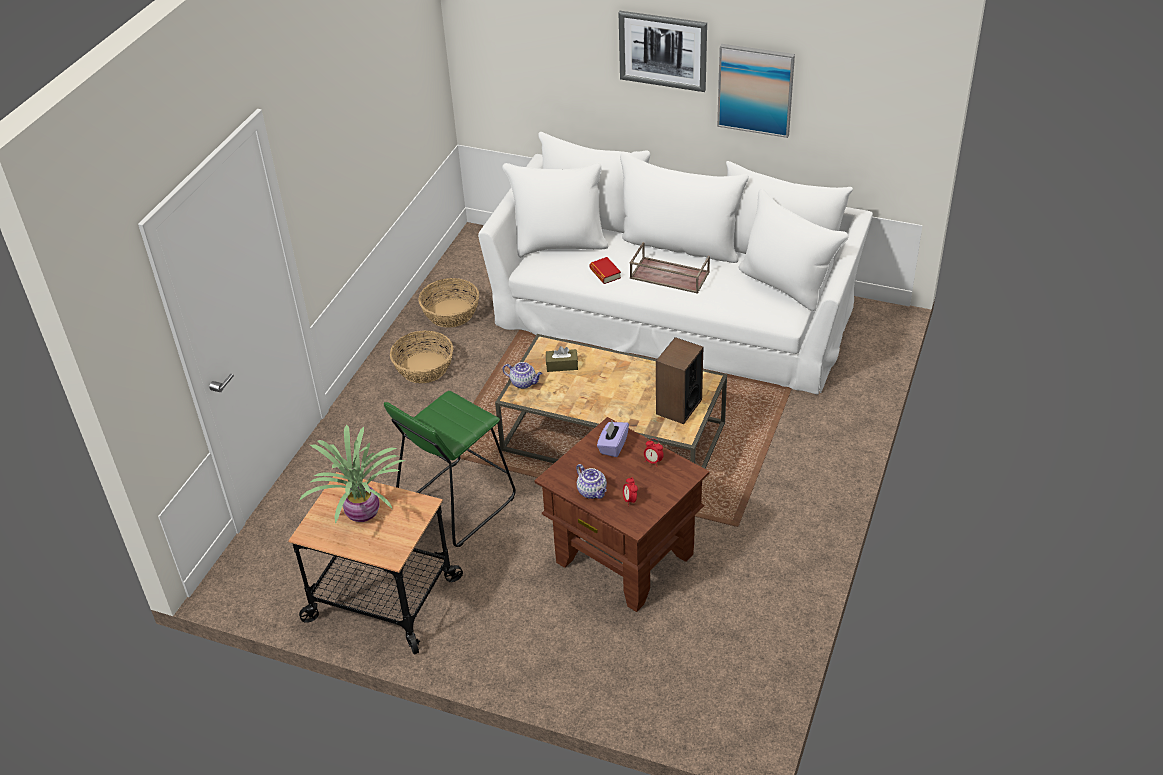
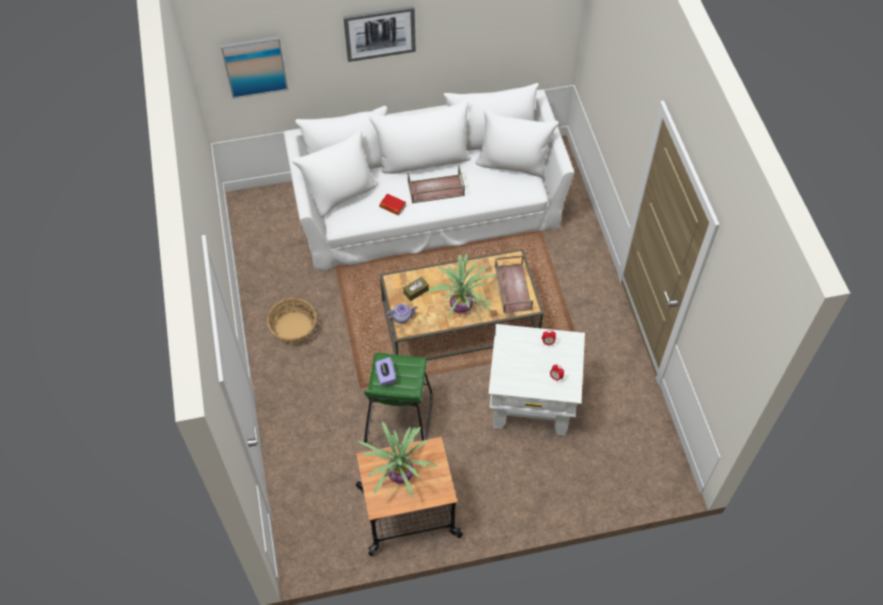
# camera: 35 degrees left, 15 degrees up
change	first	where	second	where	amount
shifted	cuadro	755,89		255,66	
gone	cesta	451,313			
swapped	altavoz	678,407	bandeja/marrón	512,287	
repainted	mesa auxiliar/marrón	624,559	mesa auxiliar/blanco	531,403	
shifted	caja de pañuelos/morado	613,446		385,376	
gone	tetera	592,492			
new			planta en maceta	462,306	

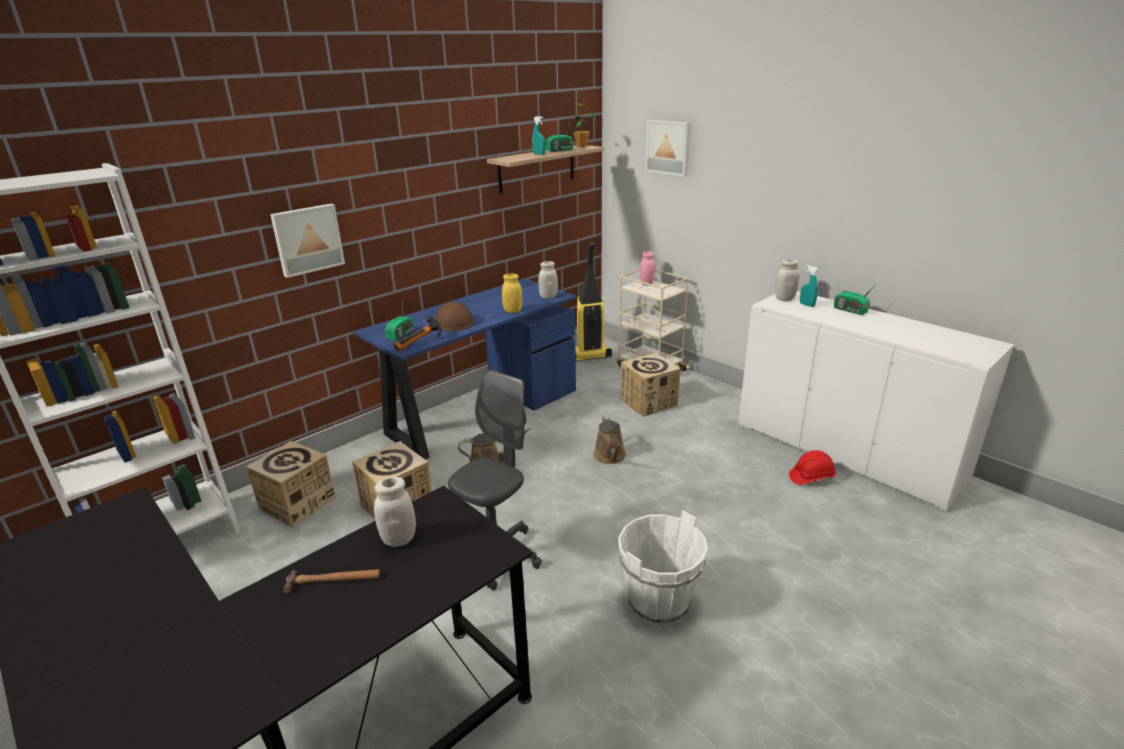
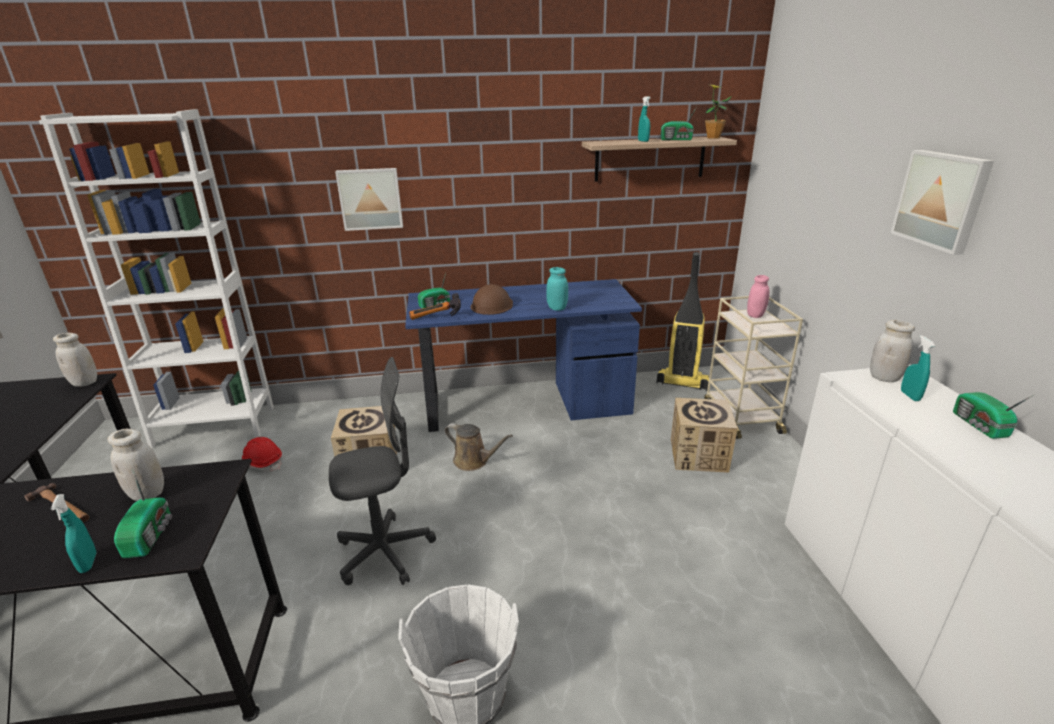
# camera: 35 degrees right, 0 degrees up
change	first	where	second	where	amount
shifted	cuadro	669,147		942,200	
shifted	tarro/blanco	548,297		84,383	
repainted	tarro/amarillo	513,311	tarro/turquesa	557,308	
gone	regadera/marrón	610,457			
gone	caja de cartón	297,504			
shifted	casco/rojo	811,477		262,463	
new			radio	150,535	
new			pulverizador/turquesa	88,563	

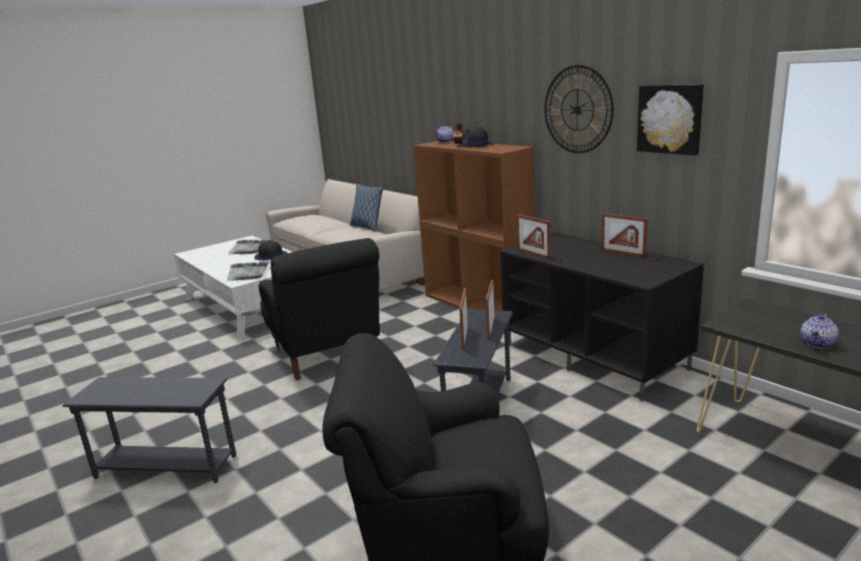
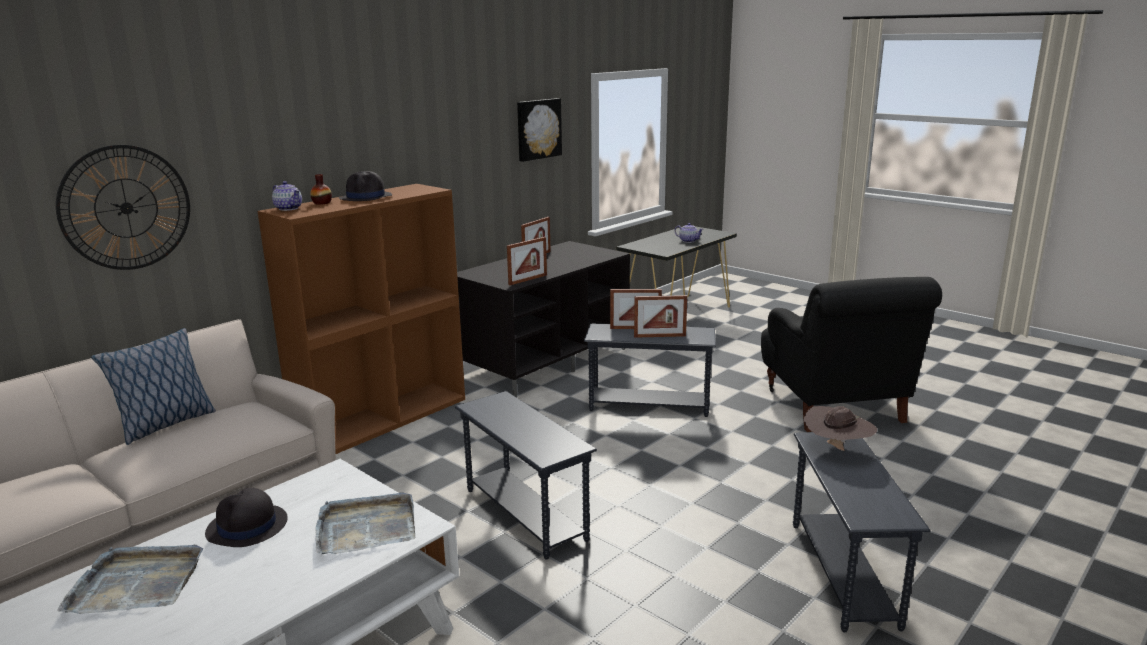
# camera: 100 degrees left, 0 degrees up
change	first	where	second	where	amount
shifted	reloj de pared	577,110		126,208	
swapped	sillón/negro	327,353	mesa auxiliar/gris	526,514	
new			sombrero/marrón	837,449	

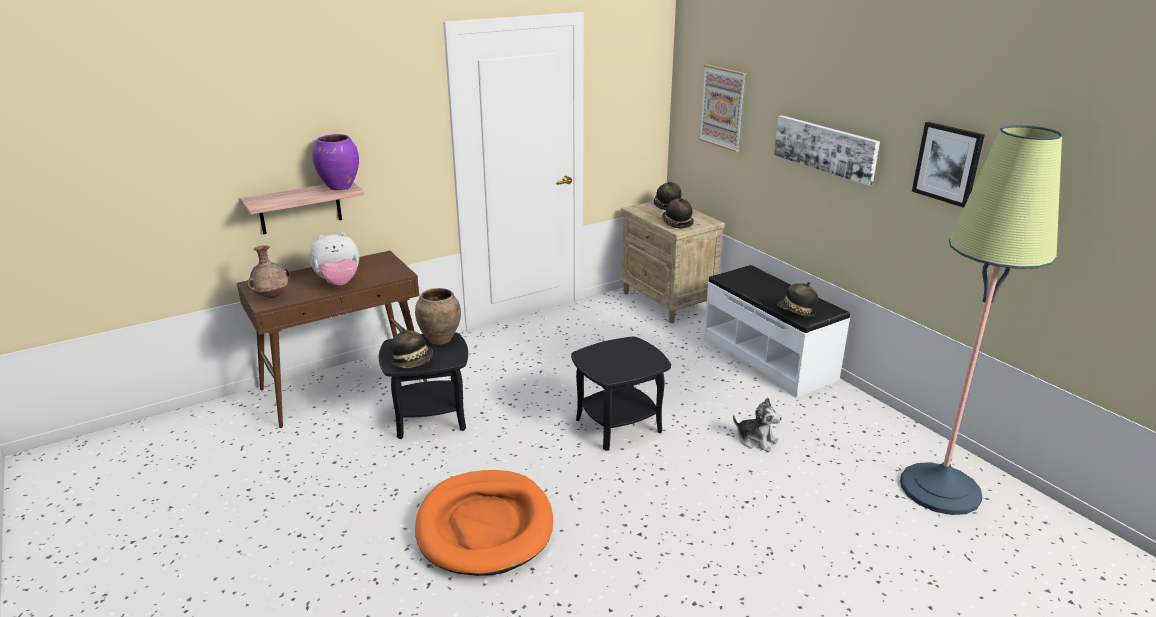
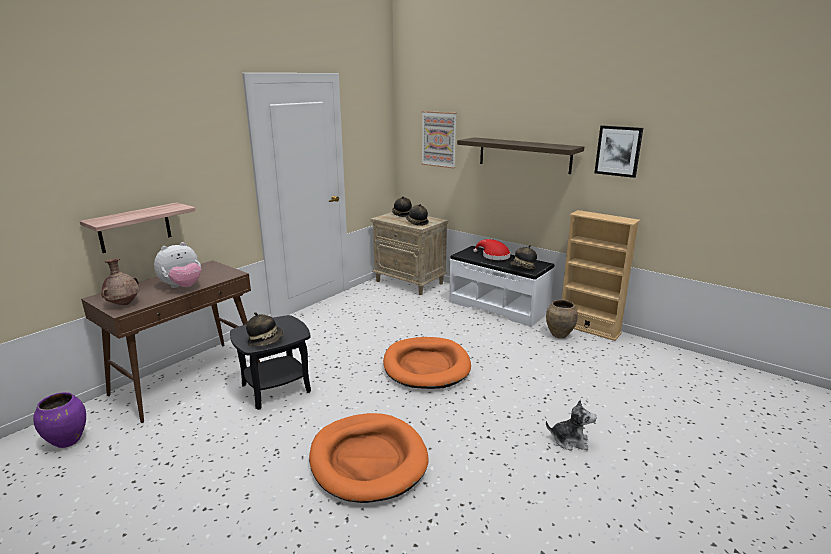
# camera: 20 degrees left, 5 degrees down
change	first	where	second	where	amount
swapped	cuadro	825,148	estante	524,155	
gone	lámpara de pie	940,489			
shifted	florero/morado	340,187		68,441	
shifted	florero/marrón	439,339		559,335	
swapped	mesa auxiliar/negro	618,425	cama para perro/naranja	426,366	
shifted	peluche	756,440		569,441	
new			estantería/beis	589,328	
new			sombrero/rojo	493,256	

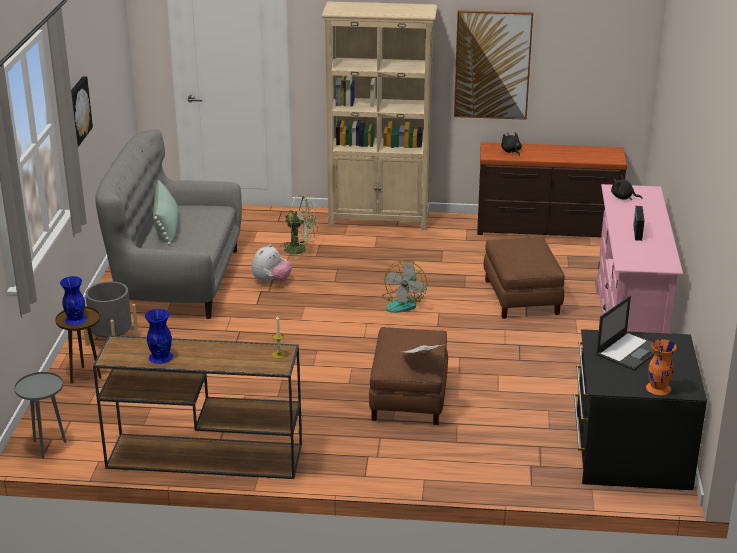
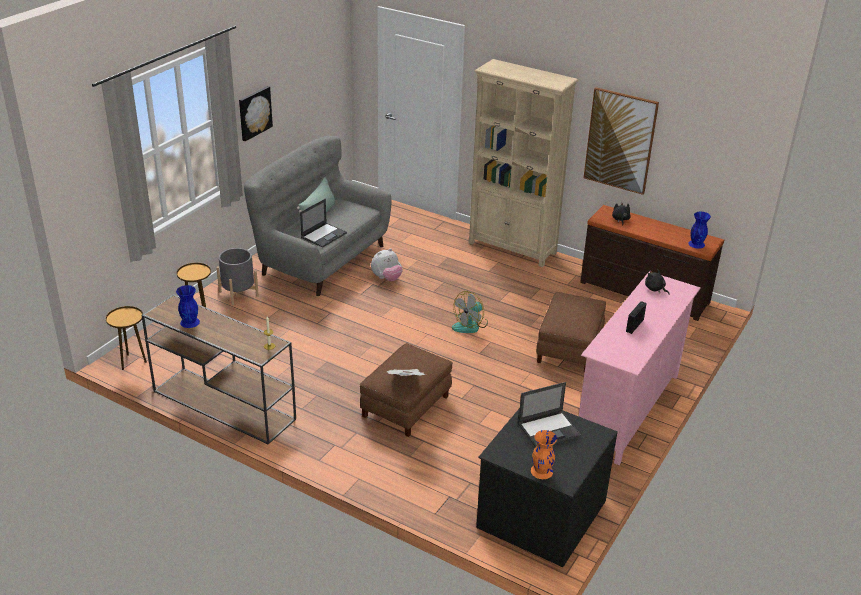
# camera: 25 degrees right, 5 degrees up
change	first	where	second	where	amount
gone	ventilador/verde	300,250			
shifted	florero/azul	75,319		696,244	
repainted	mesa auxiliar/gris	47,446	mesa auxiliar/marrón	132,362	
new			portátil	324,235	

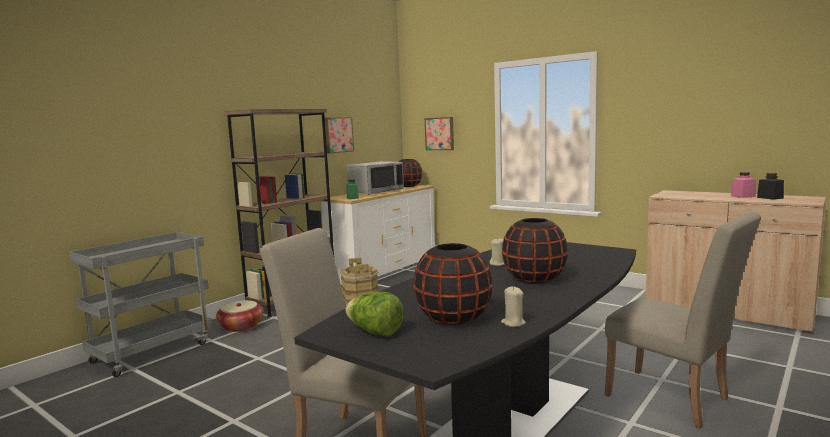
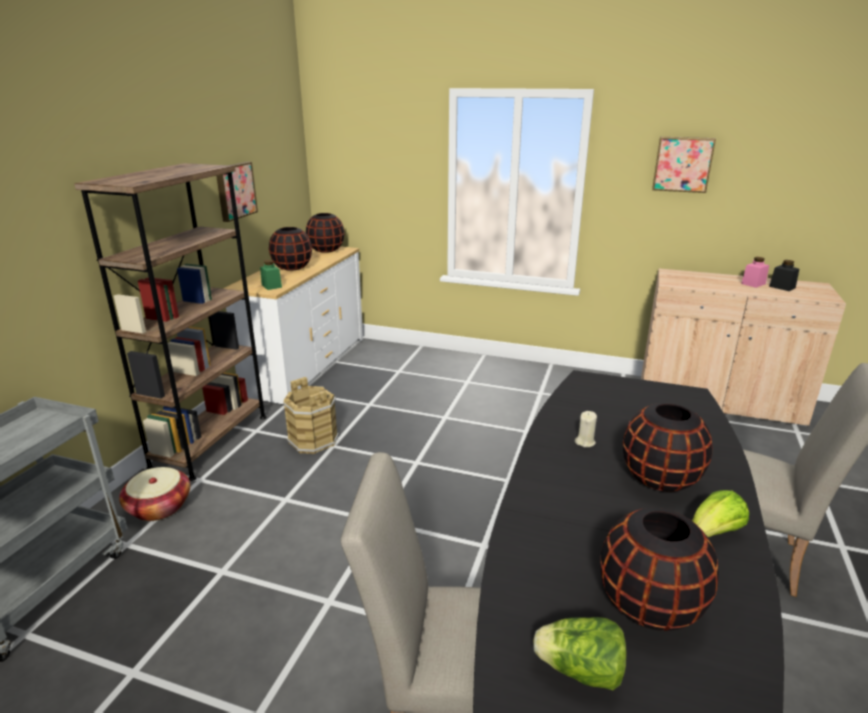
# camera: 20 degrees left, 15 degrees up
change	first	where	second	where	amount
shifted	cuadro	440,133		682,164	
swapped	microondas/gris	375,192	florero/negro	292,267	
gone	vela/beis	513,323			
new			lechuga	713,534	

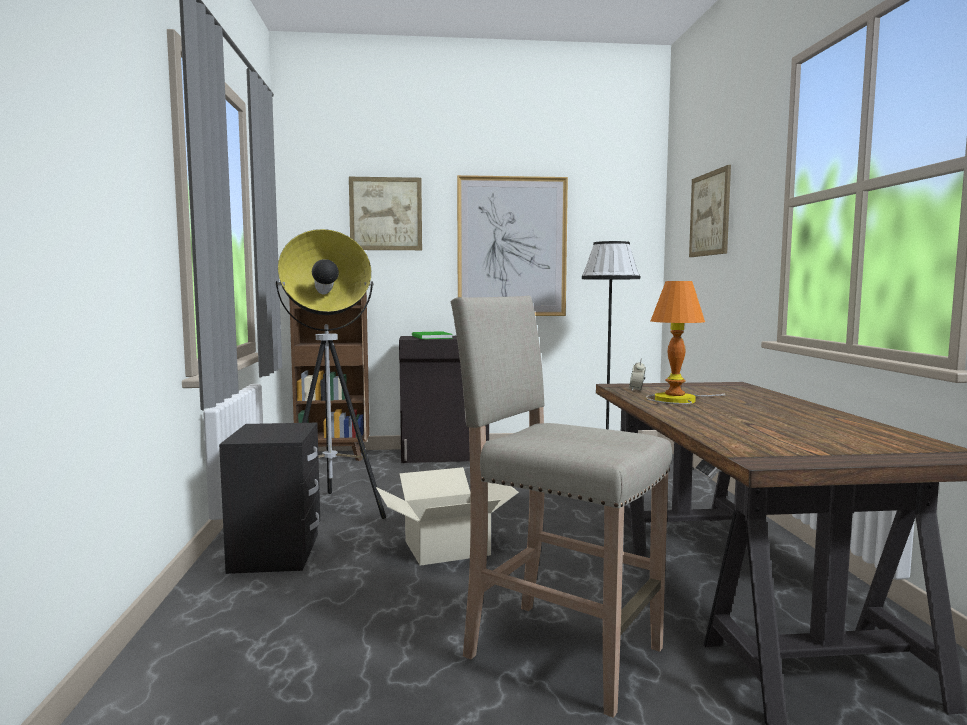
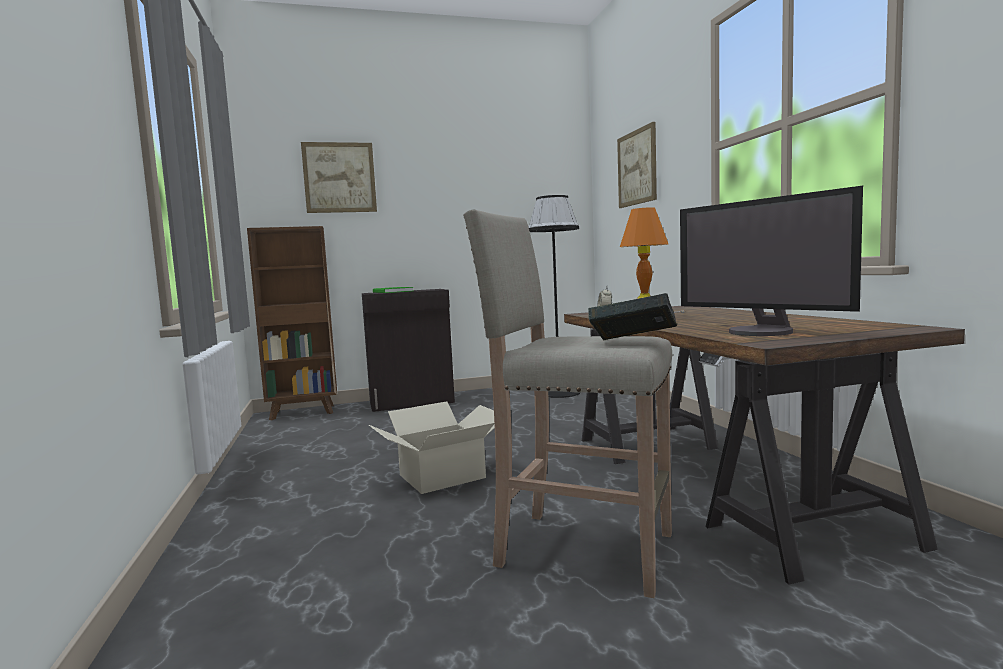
# camera: 10 degrees left, 0 degrees up
change	first	where	second	where	amount
gone	cuadro	512,247			
gone	lámpara de pie	332,511			
gone	mesita de noche/negro	276,553			
new			monitor	762,332	
new			libro	633,343	

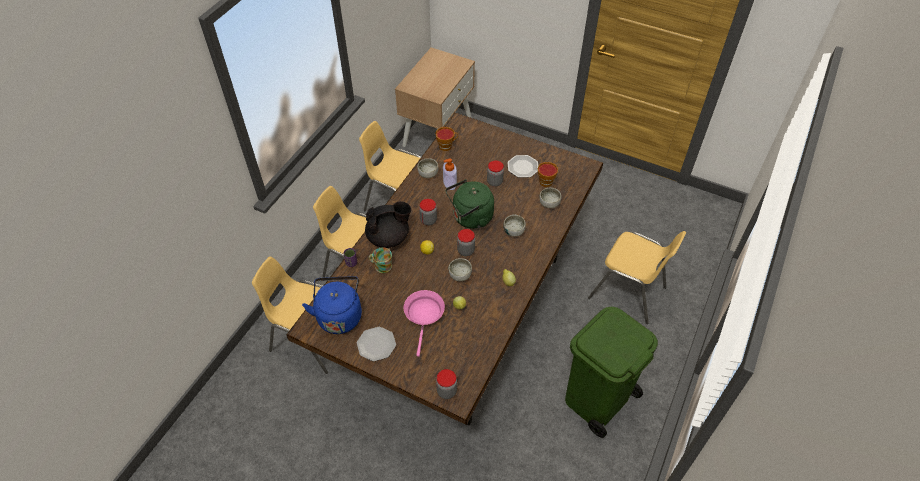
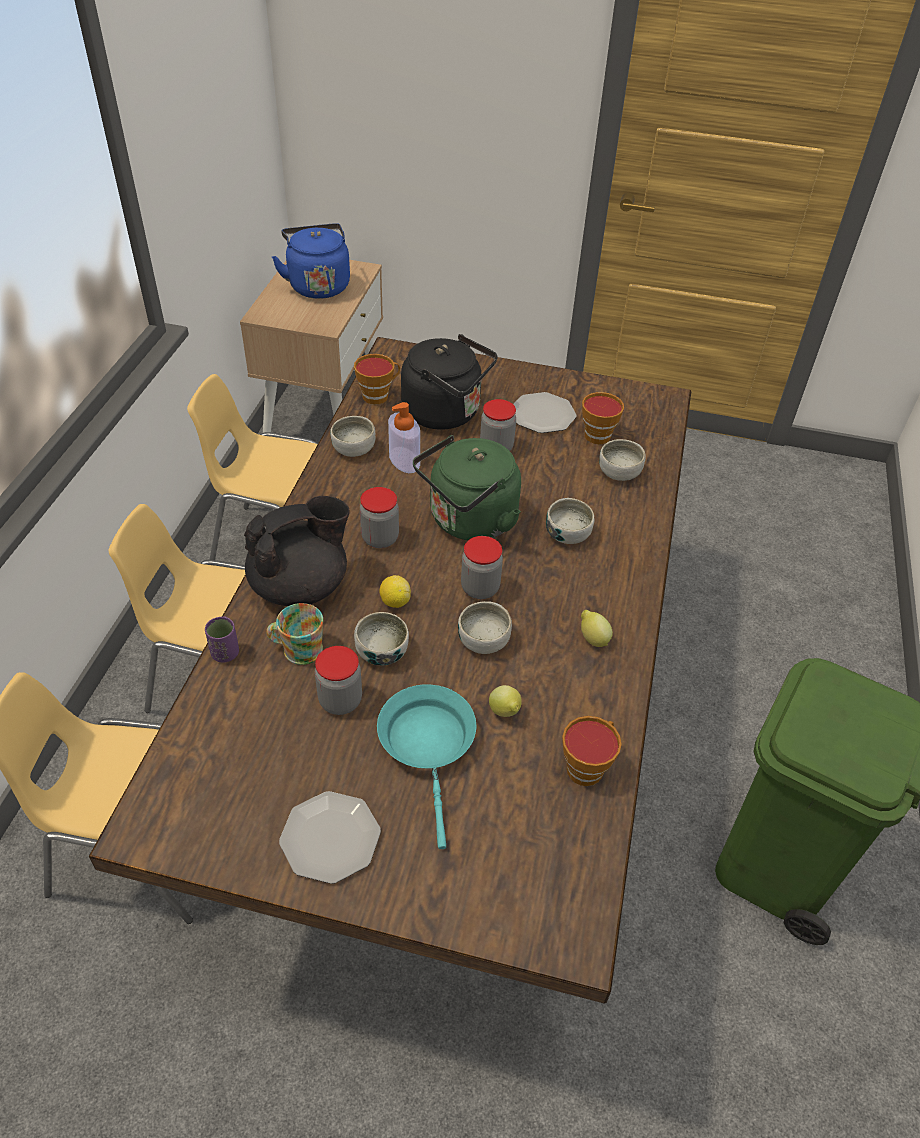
# camera: 15 degrees left, 5 degrees down
change	first	where	second	where	amount
gone	silla/amarillo	628,293			
shifted	hervidor/azul	339,315		318,285	
repainted	sartén/rosa	424,315	sartén/turquesa	428,745	
shifted	tarro	446,391		340,700	
new			hervidor/negro	446,413	
new			cuenco	382,651	
new			taza	587,766	

